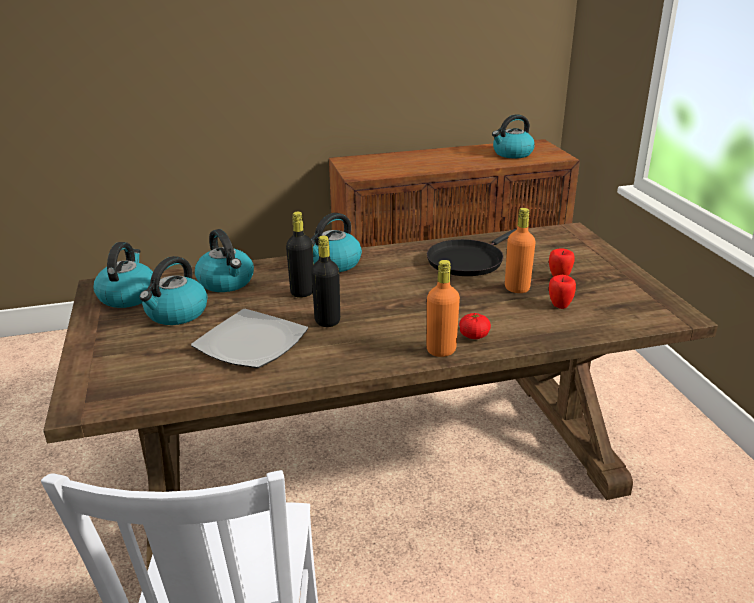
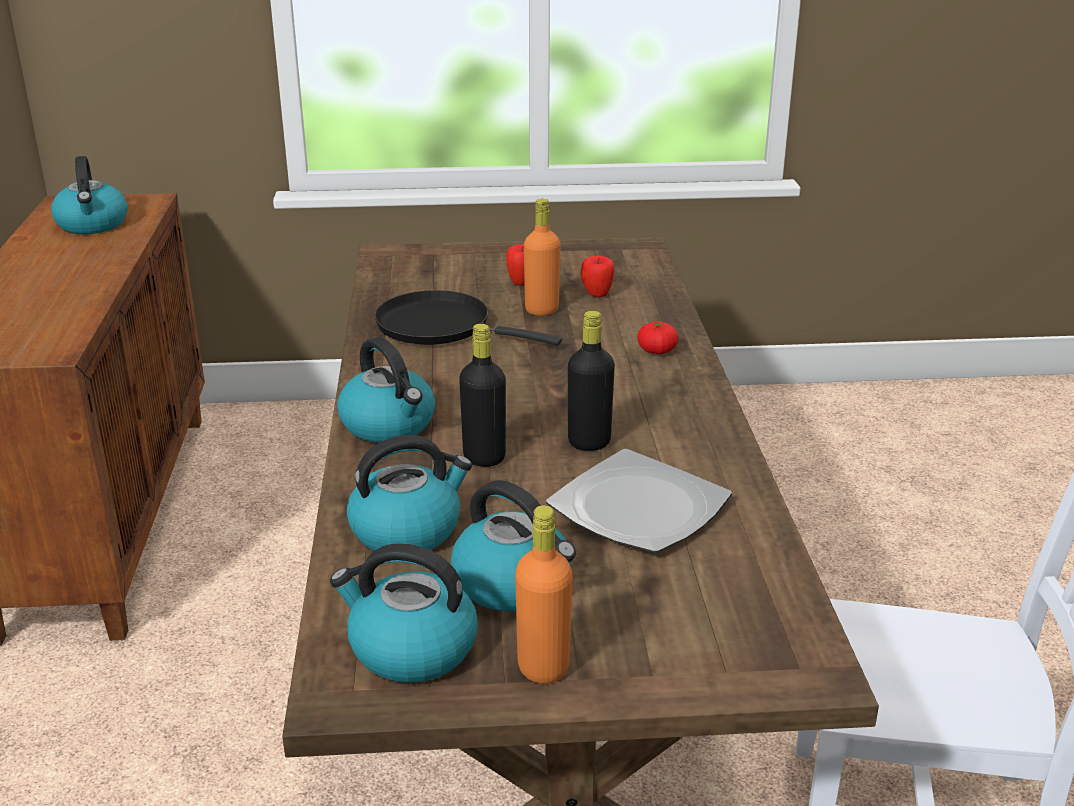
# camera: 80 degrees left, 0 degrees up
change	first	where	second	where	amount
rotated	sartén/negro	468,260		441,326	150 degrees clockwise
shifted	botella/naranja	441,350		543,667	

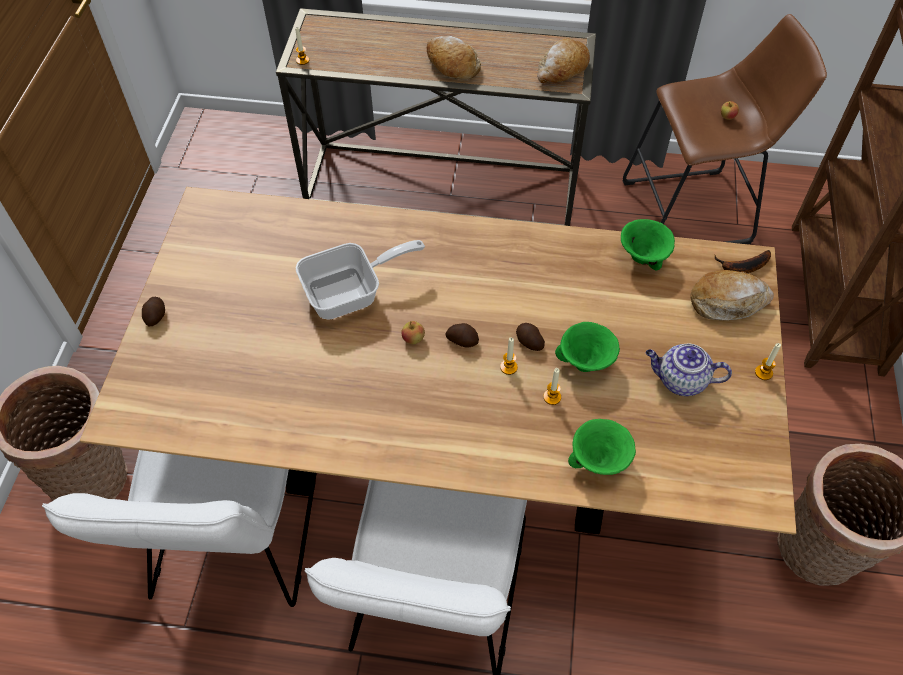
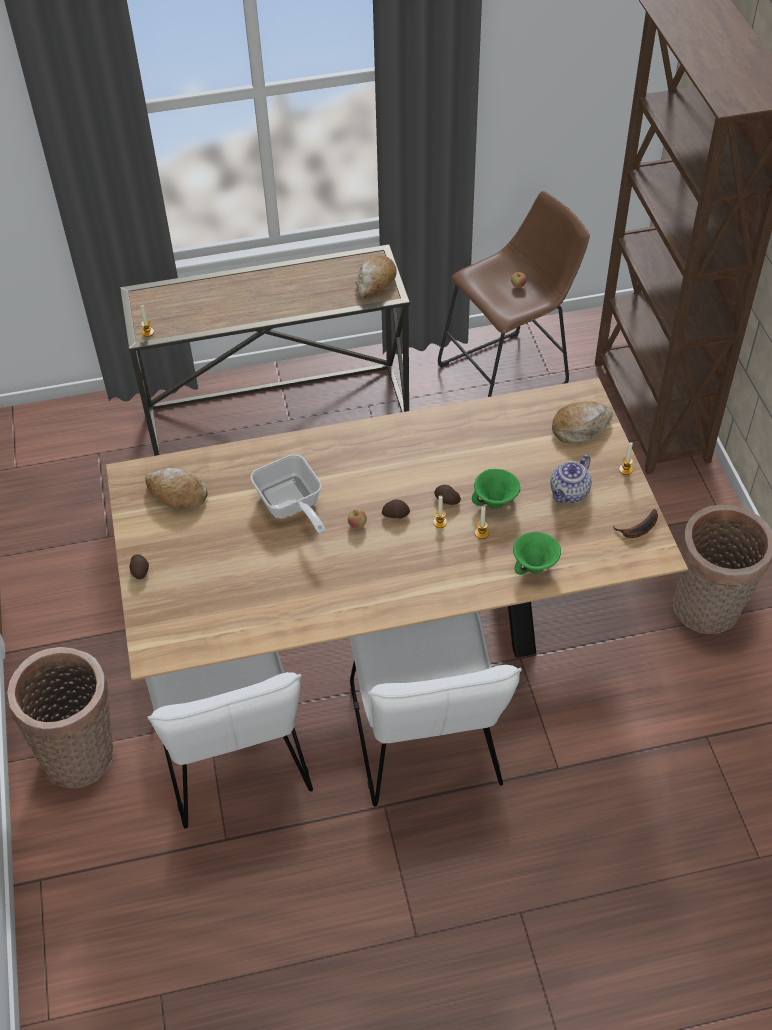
# camera: 20 degrees left, 5 degrees down
change	first	where	second	where	amount
shifted	pan	452,65		177,494	
gone	cuenco/verde	641,257			
rotated	sartén	351,293		291,506	105 degrees clockwise
shifted	plátano	742,267		638,530	
rotated	tetera	680,380		569,493	45 degrees counterclockwise

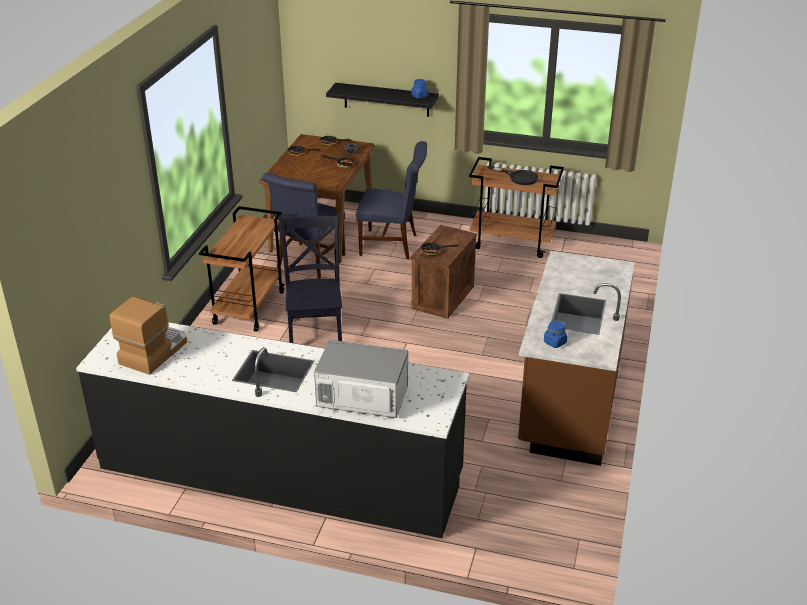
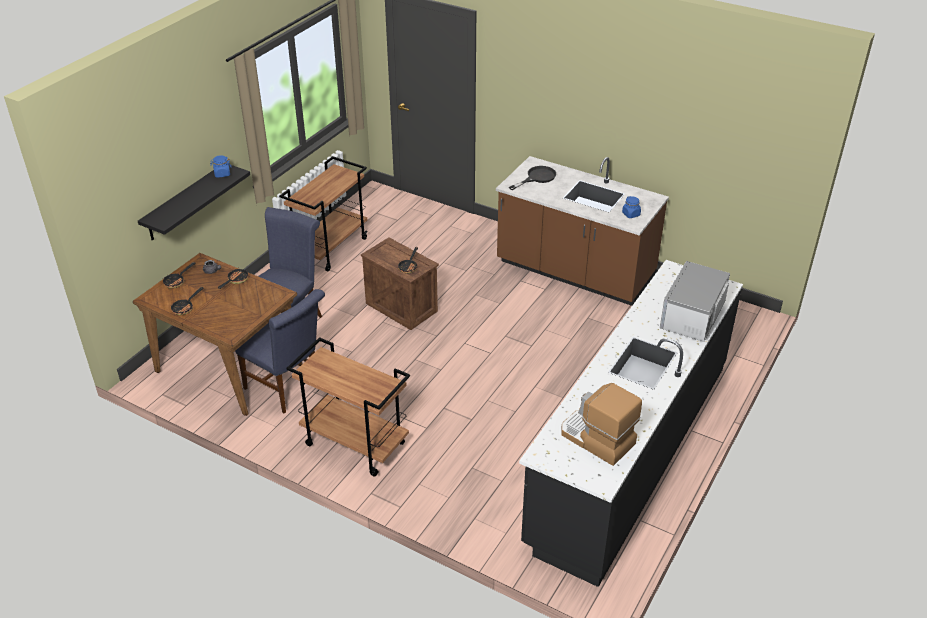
# camera: 75 degrees left, 5 degrees up
change	first	where	second	where	amount
shifted	sartén/negro	518,177		537,177	
gone	silla/negro	316,332			

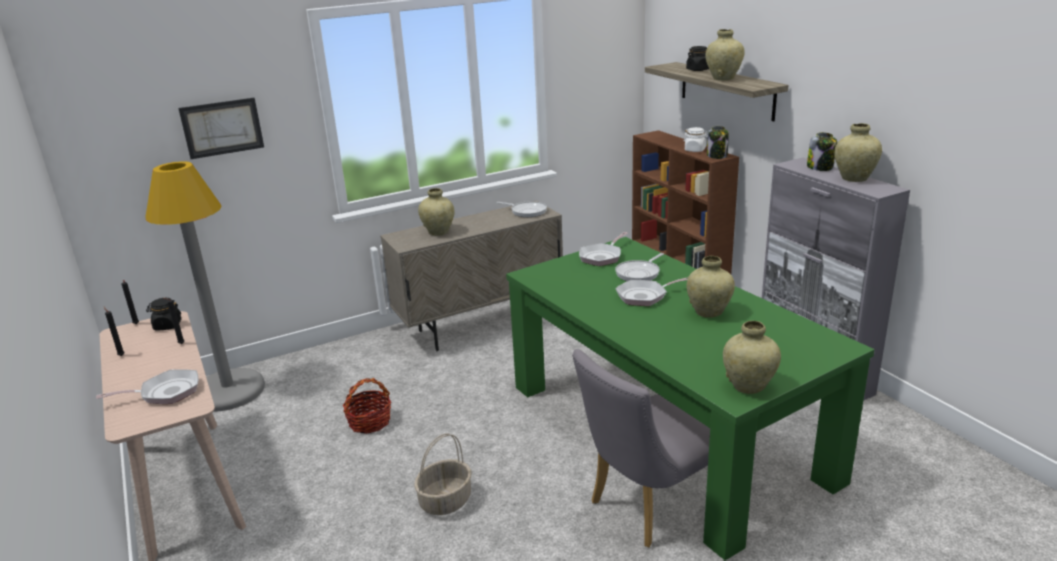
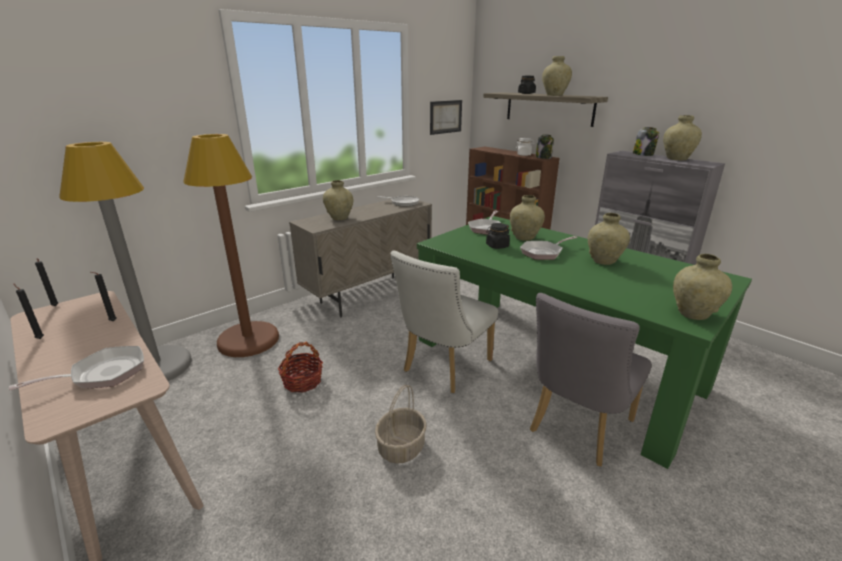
# camera: 15 degrees left, 0 degrees up
change	first	where	second	where	amount
shifted	cuadro	222,128		445,117	
swapped	sartén	639,273	florero/beis	524,238	
shifted	tarro/negro	167,326		497,246	
new			lámpara de pie/marrón	248,340	
new			silla/blanco	443,368	

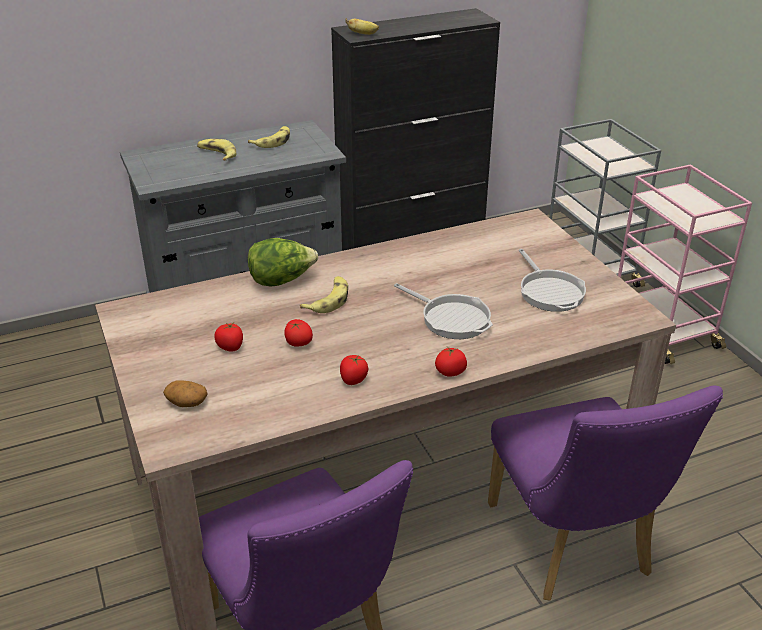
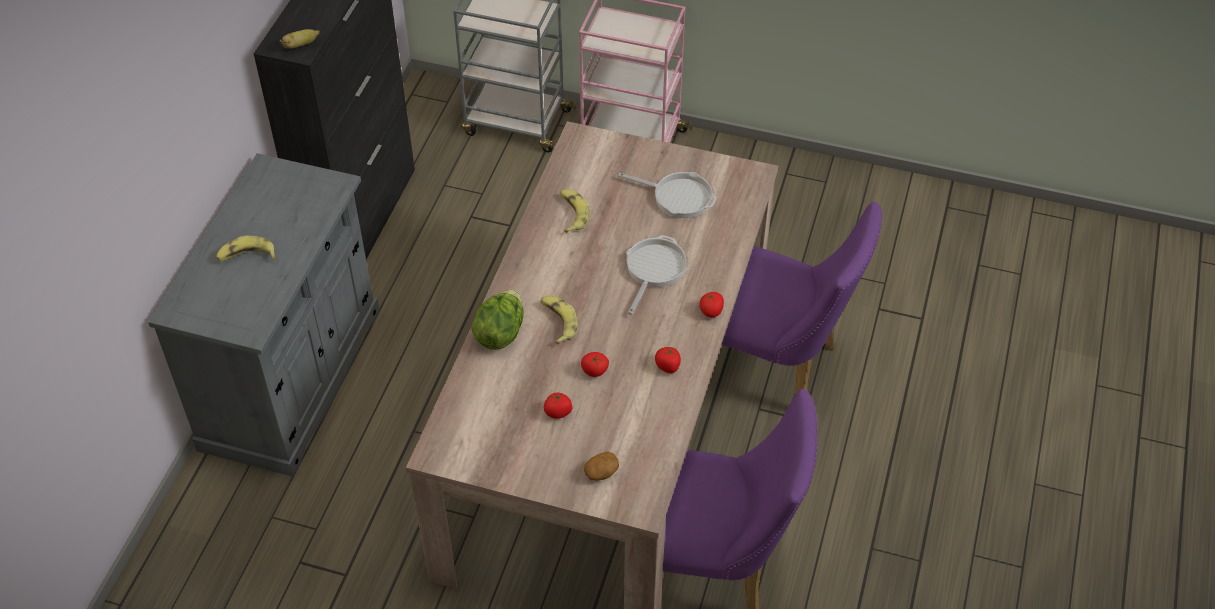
# camera: 50 degrees left, 15 degrees up
change	first	where	second	where	amount
shifted	plátano	273,141		572,214	
rotated	sartén	451,318		654,269	60 degrees counterclockwise

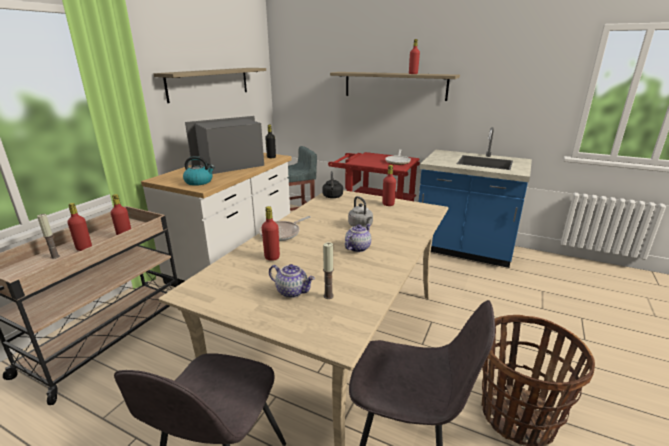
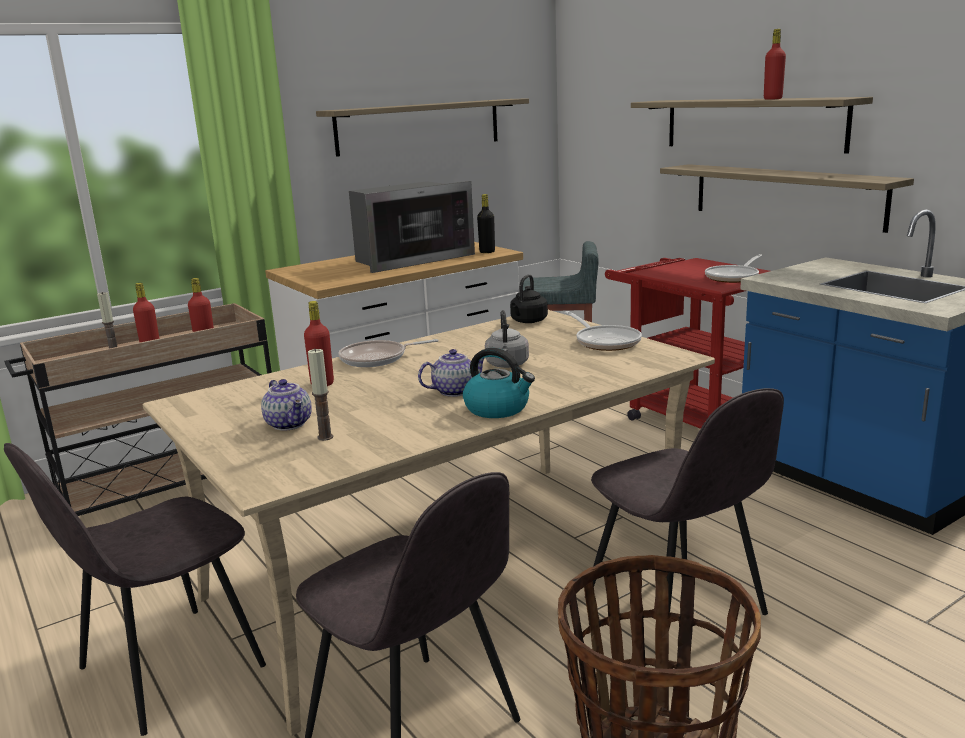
# camera: 30 degrees right, 5 degrees down
change	first	where	second	where	amount
rotated	microondas	231,165		410,259	150 degrees clockwise
shifted	hervidor	199,182		498,408	
swapped	botella/rojo	388,204	sartén	605,341	
new			estante	785,195	
new			silla/gris	677,609	

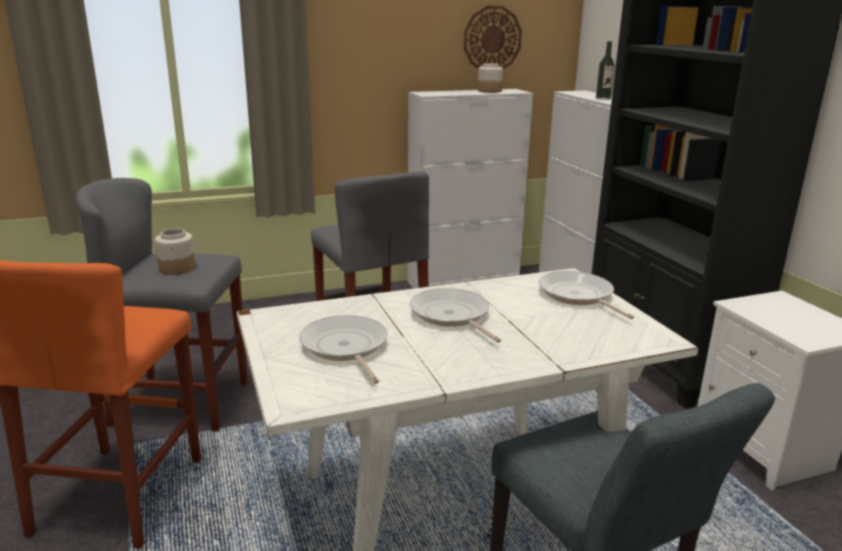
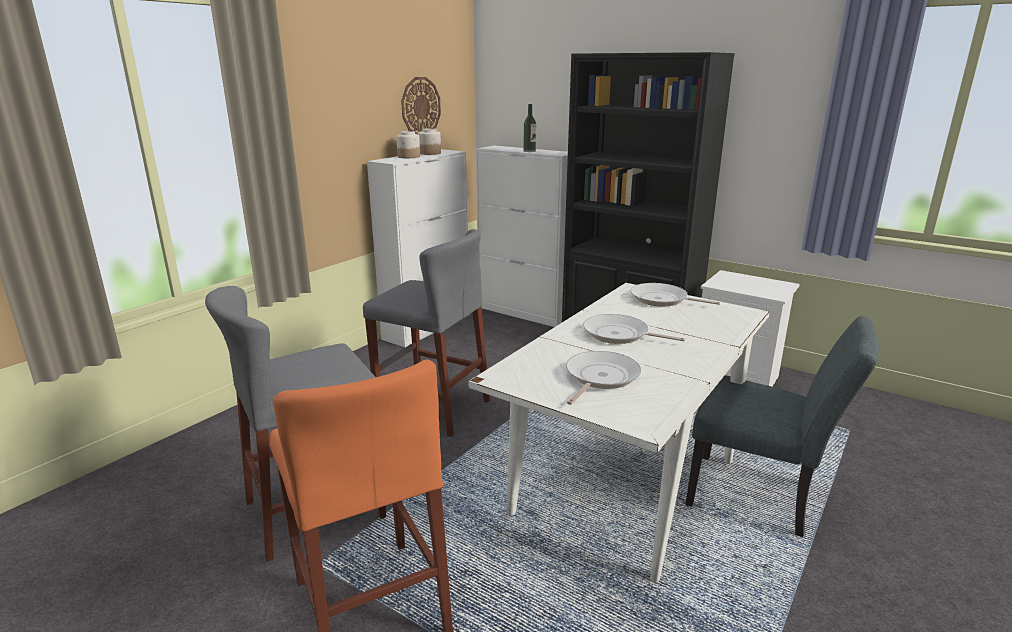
# camera: 35 degrees left, 0 degrees up
change	first	where	second	where	amount
shifted	tarro	177,268		409,157	
rotated	sartén	345,348		600,377	90 degrees clockwise

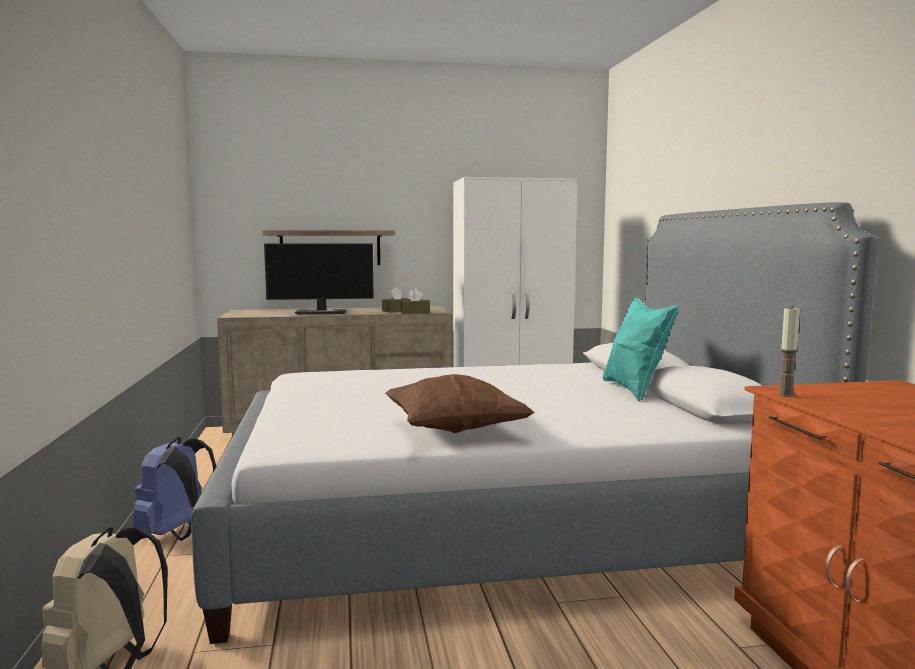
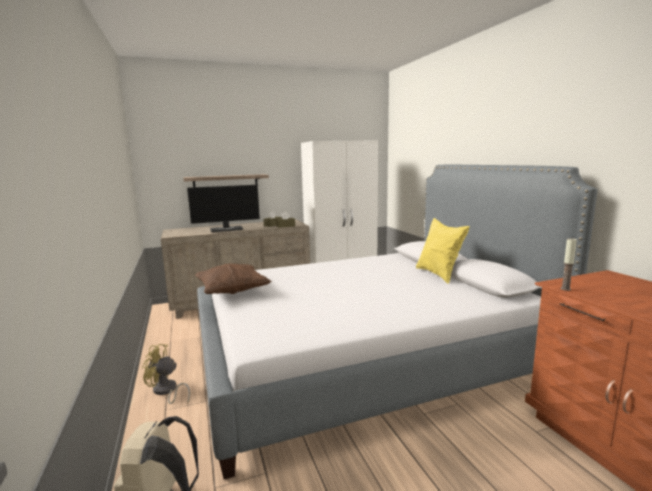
# camera: 10 degrees left, 5 degrees up
change	first	where	second	where	amount
repainted	cojín/turquesa	635,390	cojín/amarillo	439,274	
shifted	cojín/marrón	454,430		232,292	
swapped	mochila/azul	178,534	ventilador/amarillo	166,391	

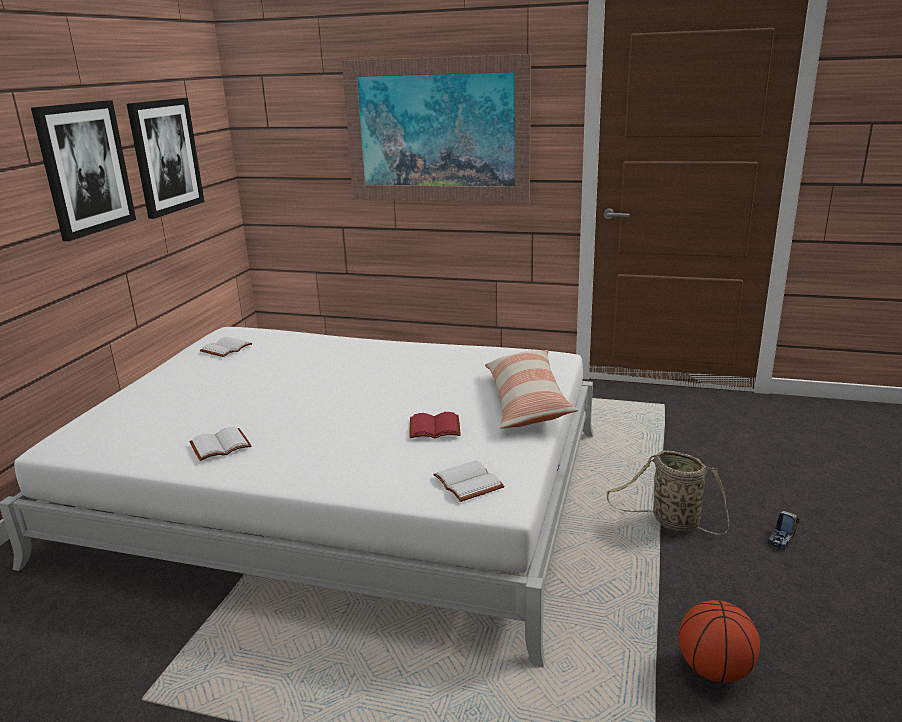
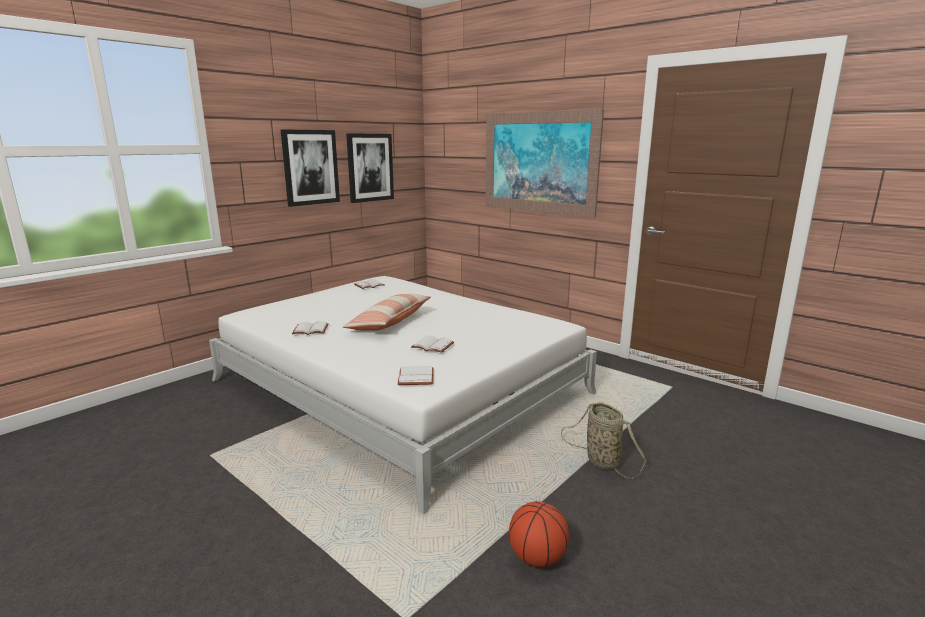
# camera: 25 degrees right, 5 degrees down
change	first	where	second	where	amount
shifted	cojín	526,402		390,322	
repainted	libro/rojo	433,429	libro/blanco	431,346	
gone	camión de juguete	782,539			

